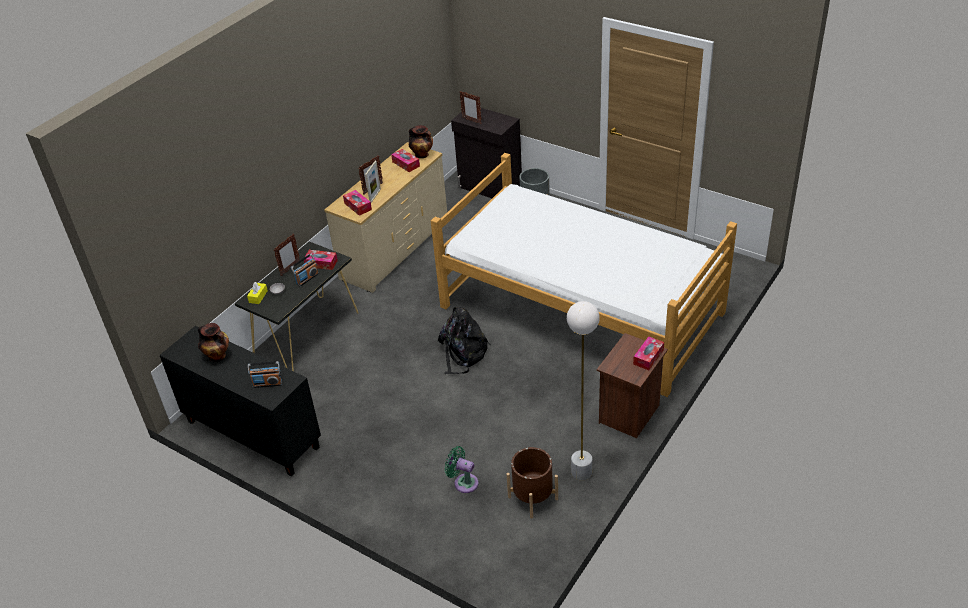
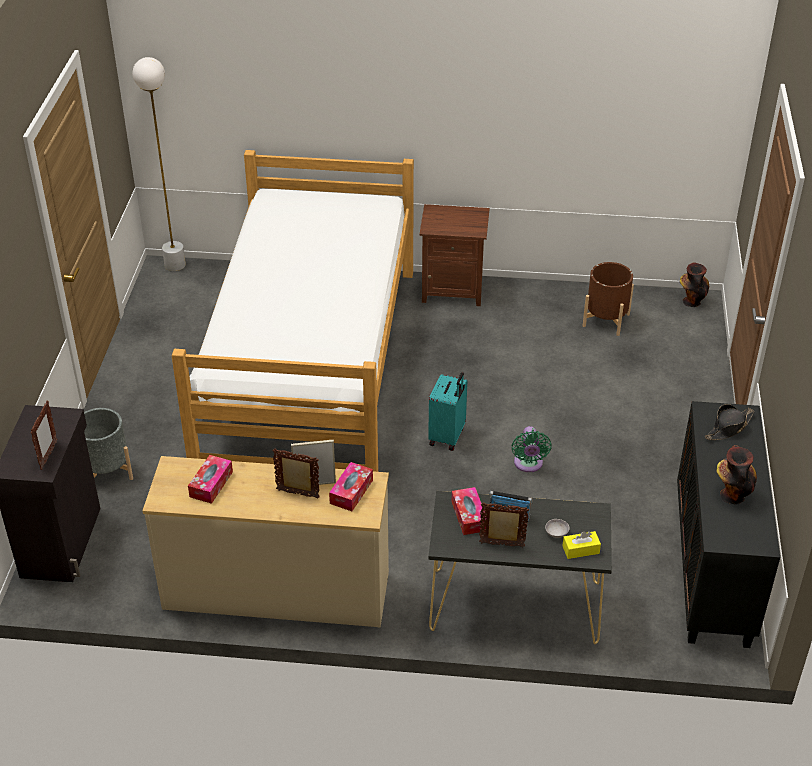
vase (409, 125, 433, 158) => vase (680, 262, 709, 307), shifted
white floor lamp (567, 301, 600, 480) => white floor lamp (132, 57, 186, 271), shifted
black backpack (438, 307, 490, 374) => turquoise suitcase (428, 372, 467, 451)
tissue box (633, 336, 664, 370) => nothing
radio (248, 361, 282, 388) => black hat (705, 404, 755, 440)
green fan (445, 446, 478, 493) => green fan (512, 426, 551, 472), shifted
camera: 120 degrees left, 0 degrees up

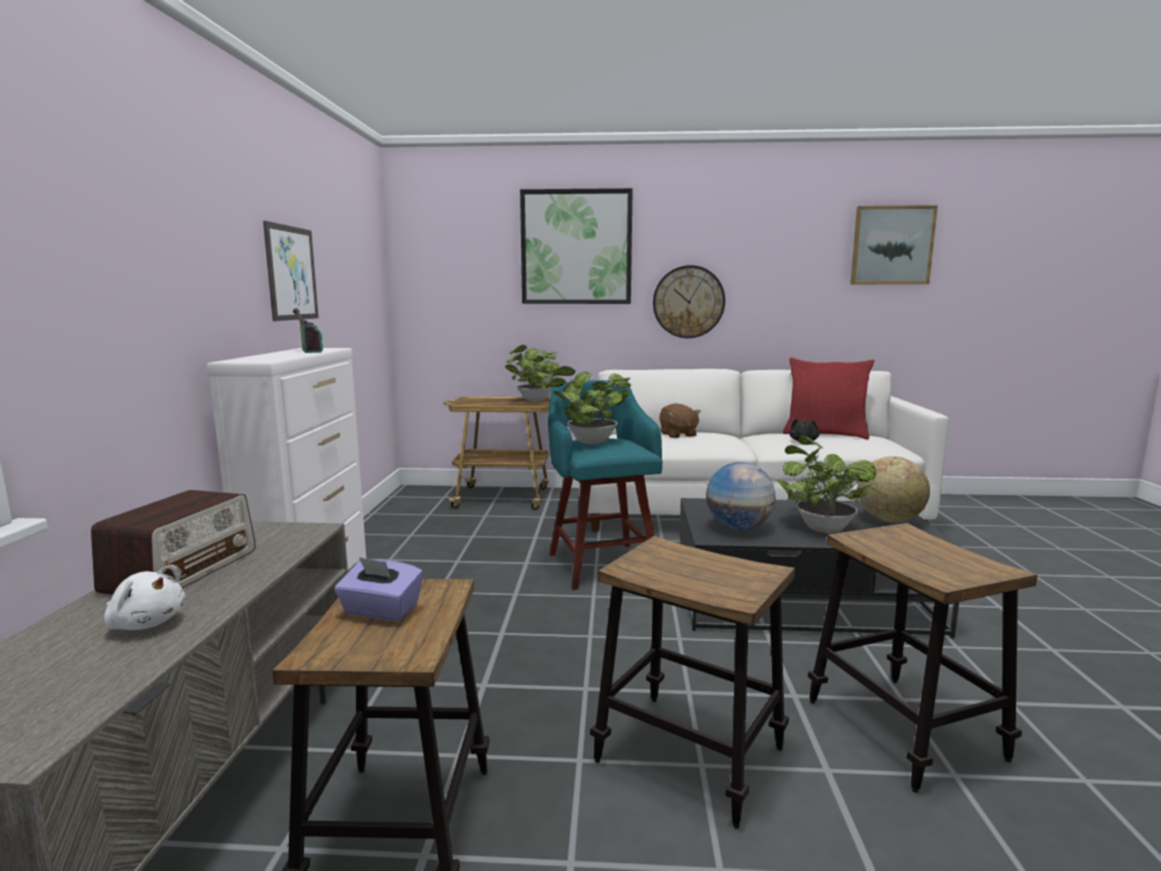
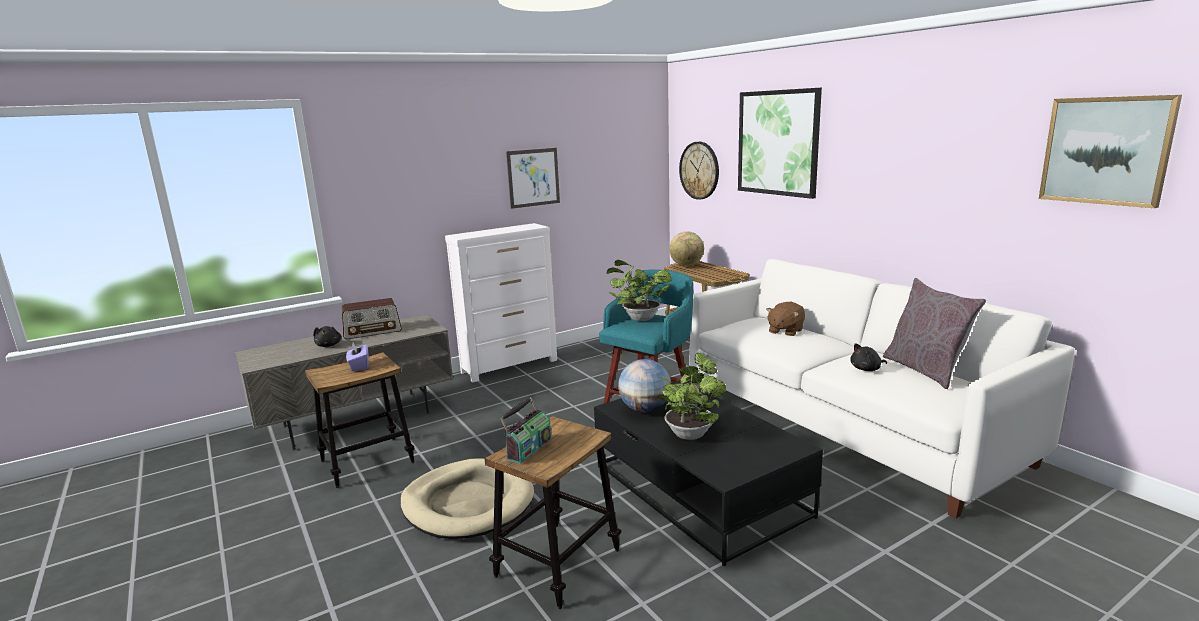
wall clock (653, 265, 725, 338) => wall clock (679, 142, 719, 200), shifted
radio (293, 308, 323, 353) => radio (500, 397, 551, 464), shifted
potted plant (505, 345, 559, 402) => nothing
red pillow (783, 357, 874, 440) => grey pillow (883, 278, 986, 389)
globe (857, 456, 930, 523) => globe (669, 231, 704, 266), shifted
stool (590, 536, 795, 828) => beige dog bed (400, 458, 534, 539)
white plush toy (104, 565, 185, 630) => black plush toy (313, 326, 341, 347)
camera: 55 degrees right, 5 degrees up

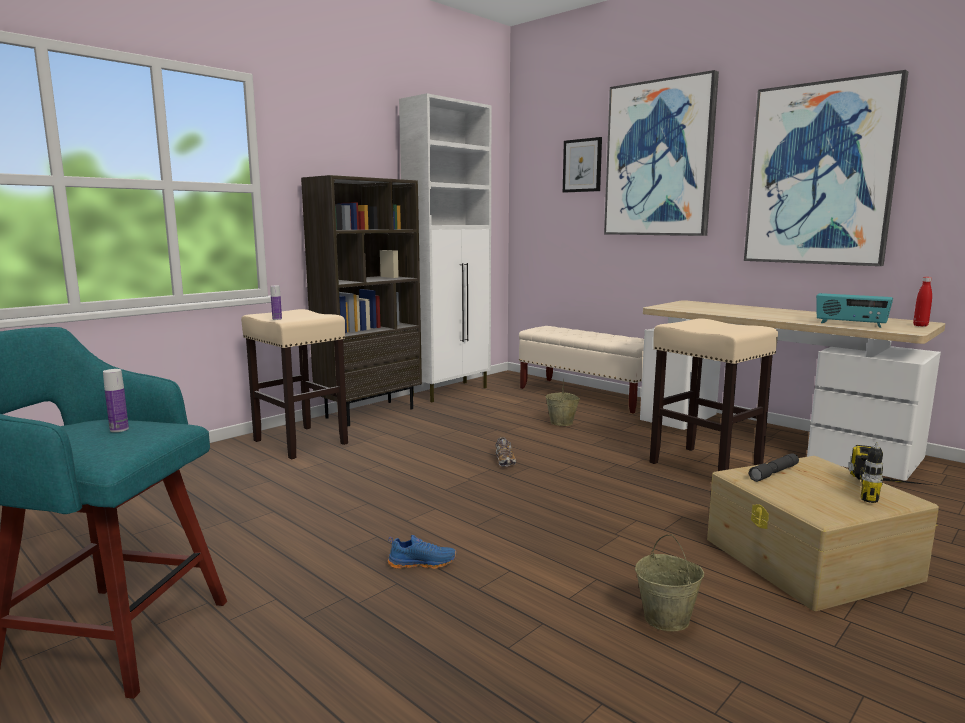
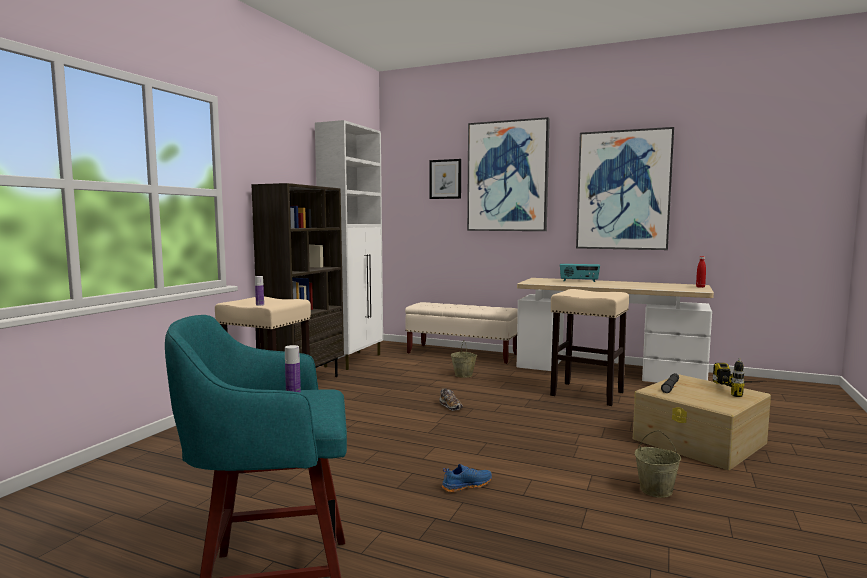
radio (816, 293, 893, 328) => radio (560, 264, 600, 282), shifted
camera: 20 degrees left, 5 degrees down

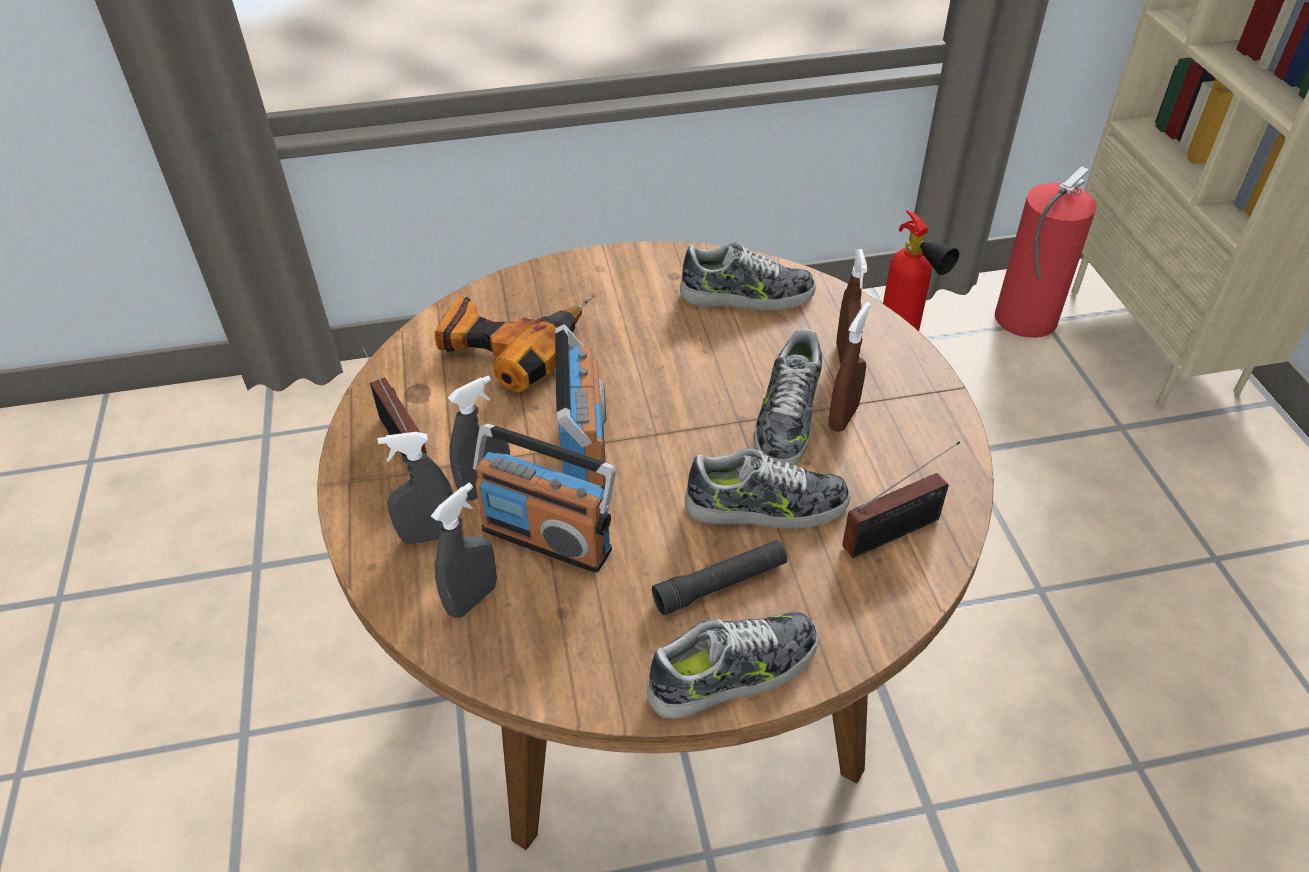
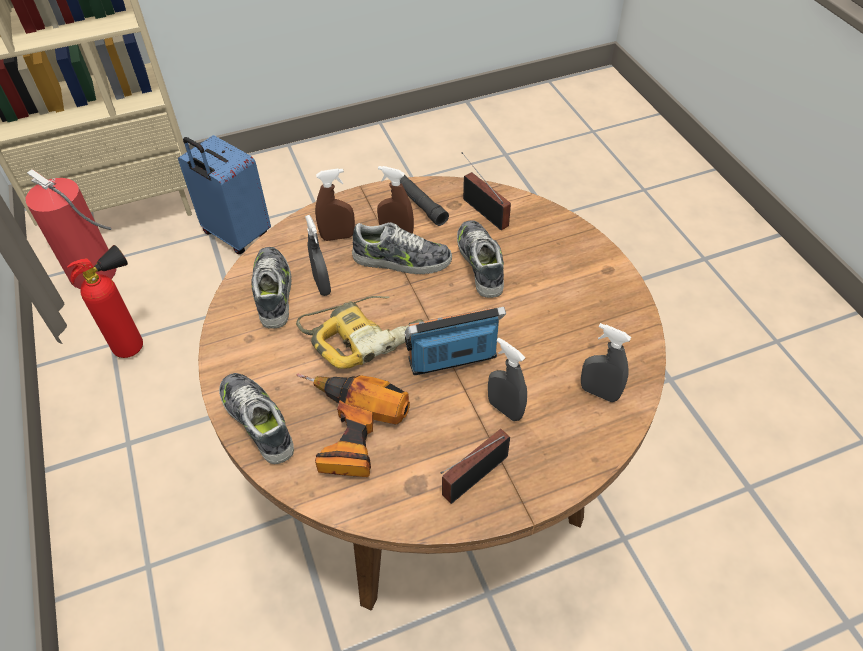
radio (473, 423, 616, 573) => nothing
grey spray bottle (378, 432, 454, 544) => grey spray bottle (305, 215, 331, 296), shifted
black flashlight (652, 540, 787, 615) => black flashlight (400, 175, 449, 226), shifted
shoe (646, 612, 818, 719) => shoe (219, 373, 294, 464), shifted
nothing => blue suitcase (178, 135, 271, 254)
nothing => power drill (296, 296, 424, 369)
camera: 100 degrees left, 5 degrees up

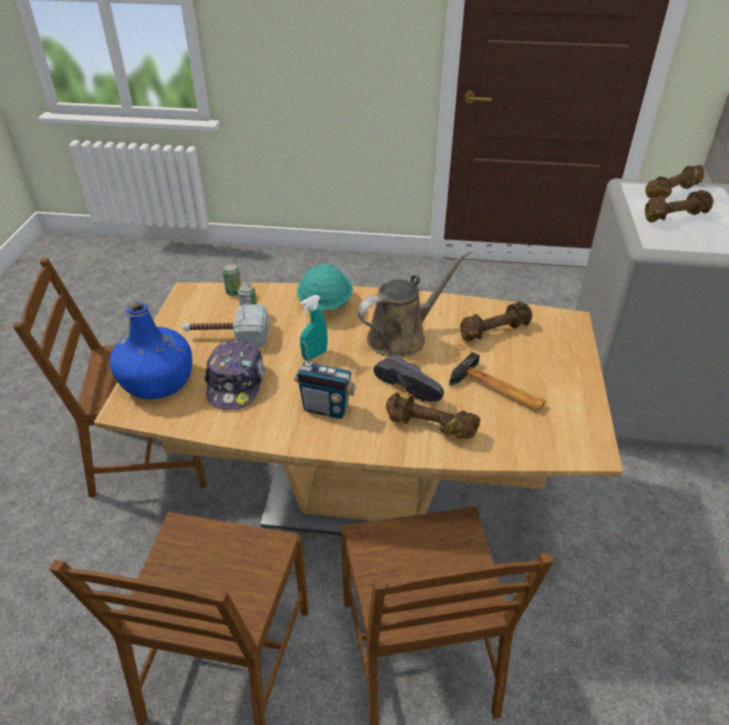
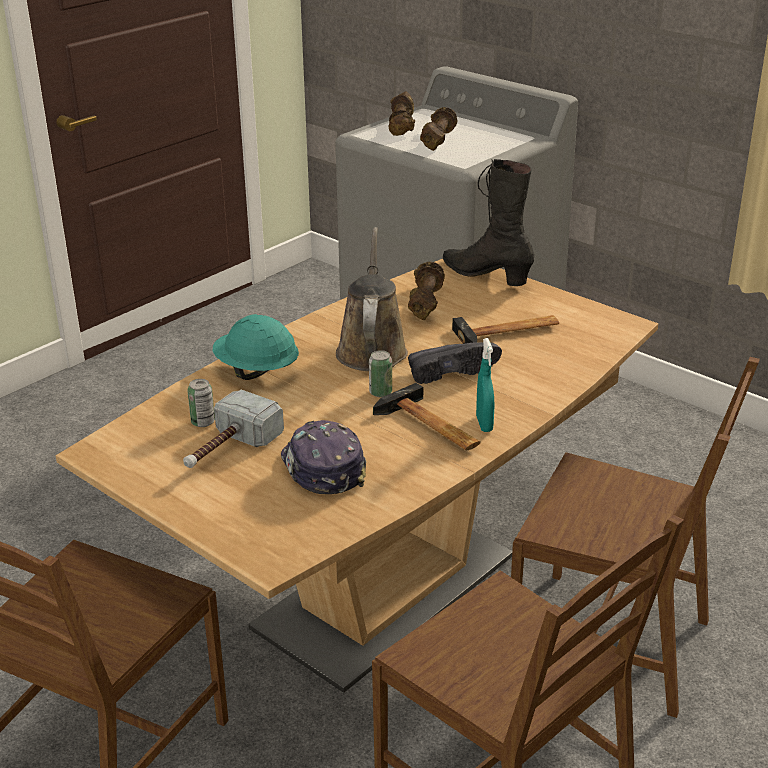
can (222, 263, 241, 296) => can (369, 350, 392, 397), shifted
turquoise spray bottle (300, 295, 328, 360) => turquoise spray bottle (476, 338, 494, 432), shifted
blue bottle (110, 303, 192, 399) => nothing
cap (204, 340, 265, 410) => cap (281, 420, 366, 494), 150 degrees counterclockwise
radio (295, 341, 355, 419) => hammer (373, 383, 481, 450)
brown dumbbell (386, 392, 480, 439) => nothing
nothing => black boot (443, 159, 534, 286)
camera: 55 degrees left, 10 degrees down

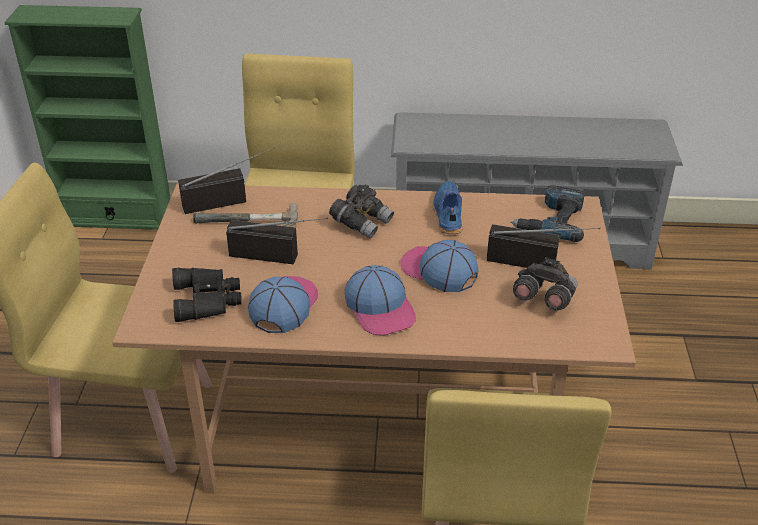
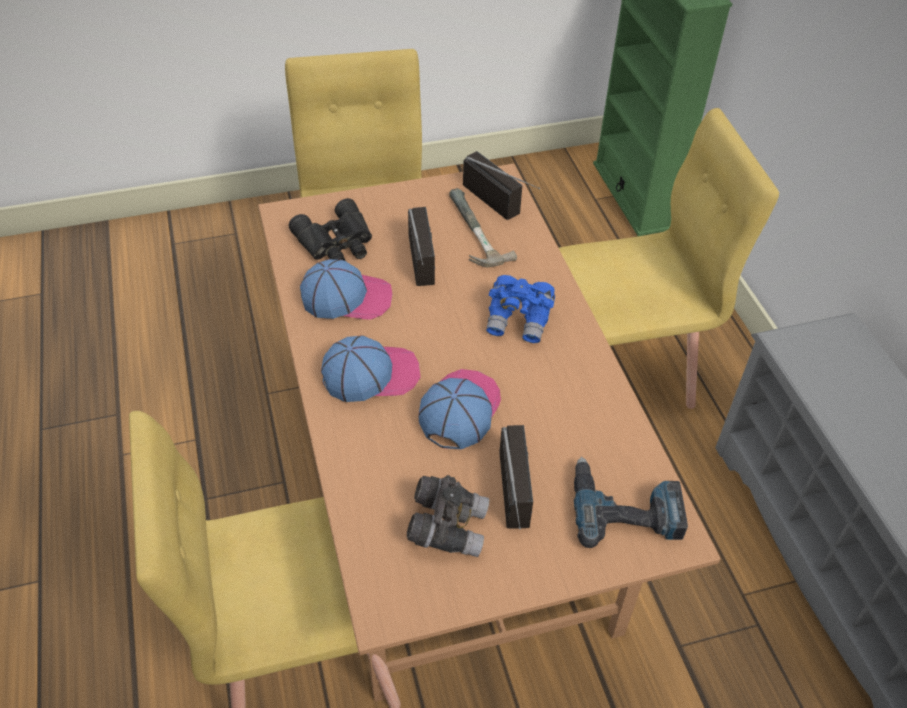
blue shoe (433, 181, 462, 234) => nothing
grey binoculars (329, 185, 394, 239) => blue binoculars (486, 275, 555, 343)
cap (345, 265, 416, 336) => cap (321, 336, 420, 402), 150 degrees counterclockwise
camera: 70 degrees right, 10 degrees up

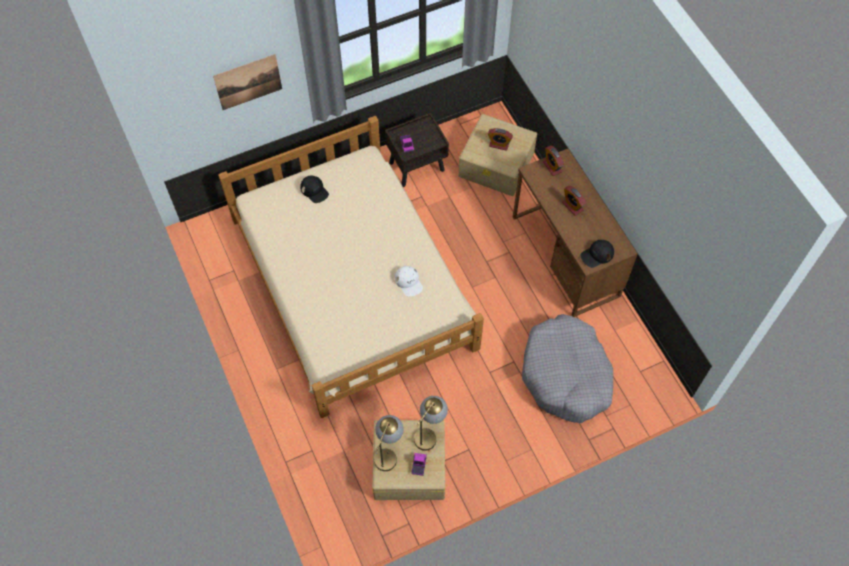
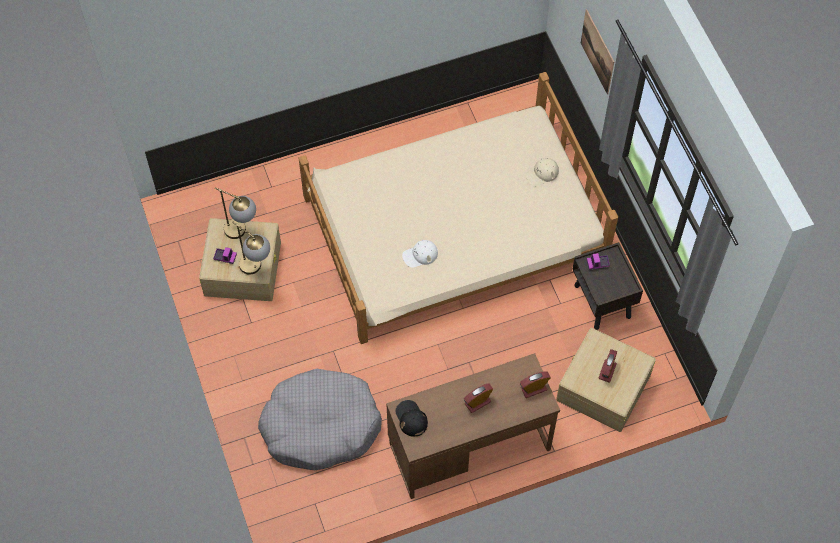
black cap (300, 176, 329, 203) => beige cap (525, 158, 559, 187)
camera: 95 degrees right, 0 degrees up

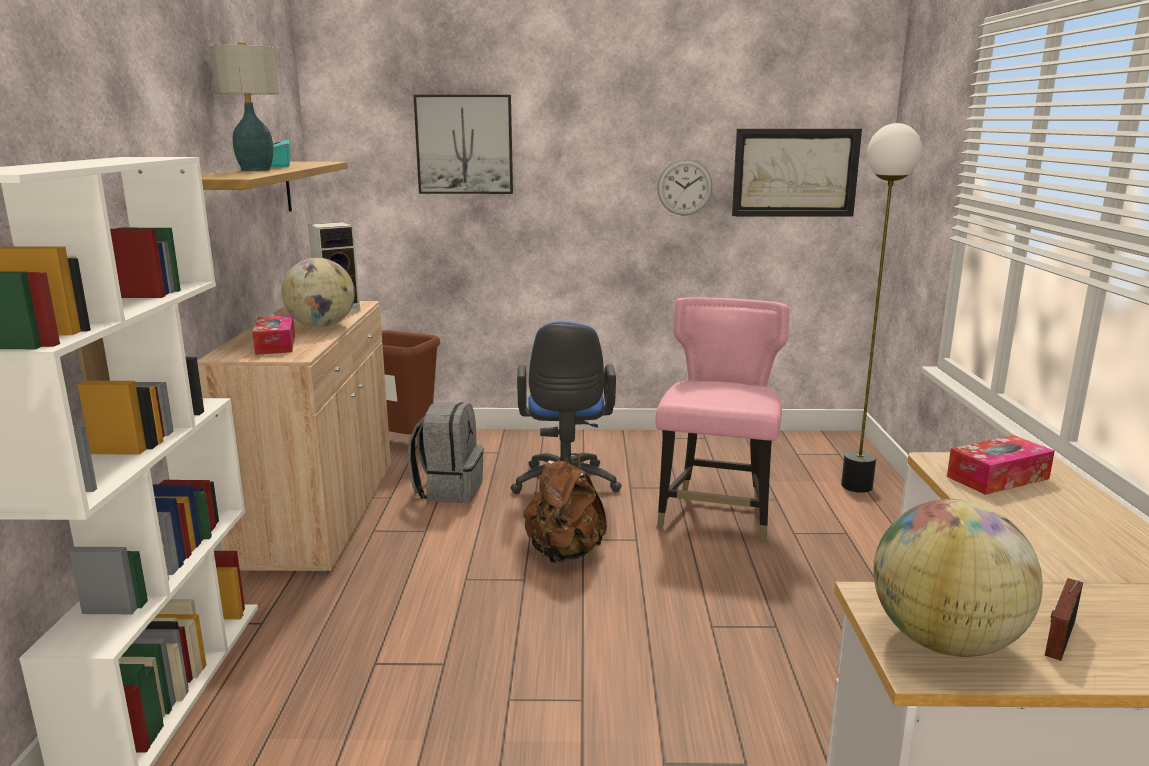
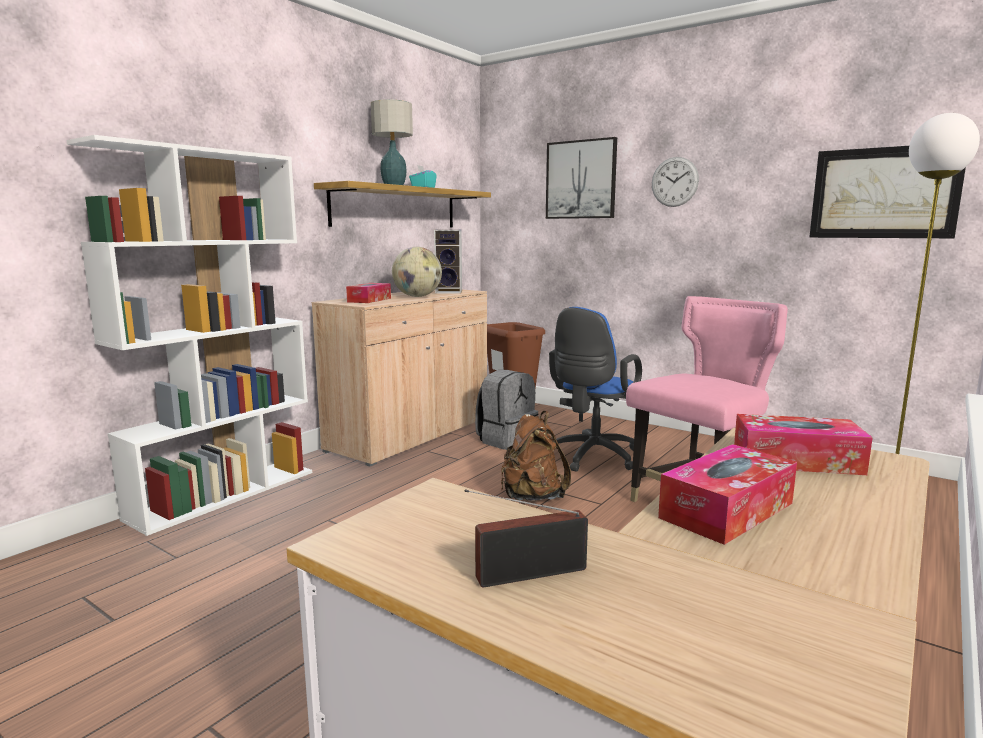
wall clock (657, 159, 713, 216) => wall clock (652, 157, 699, 207), shifted
globe (873, 499, 1043, 657) => nothing
nothing => tissue box (658, 444, 797, 545)
camera: 35 degrees right, 5 degrees down

